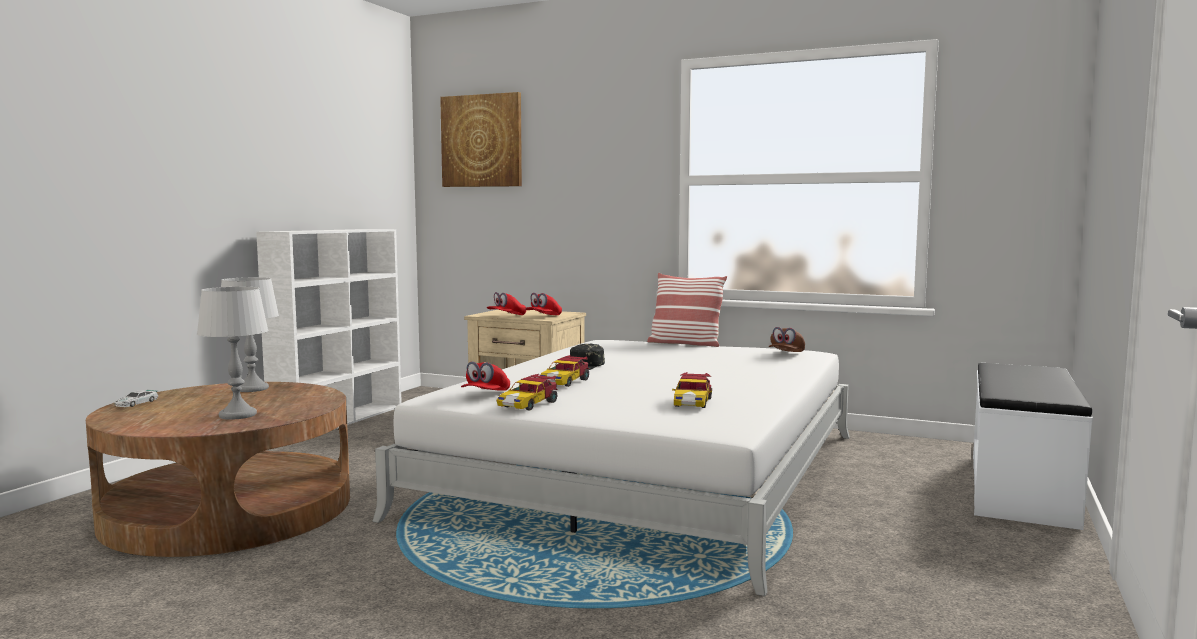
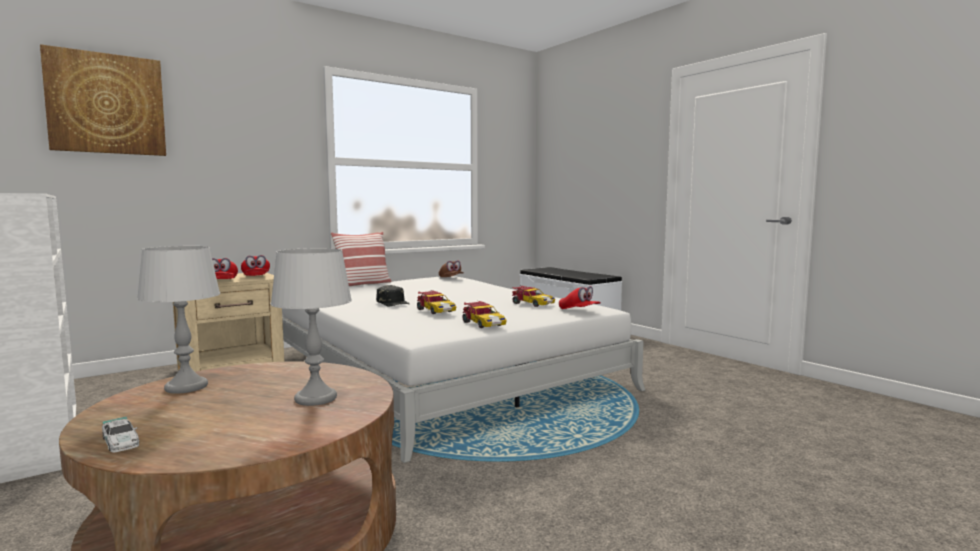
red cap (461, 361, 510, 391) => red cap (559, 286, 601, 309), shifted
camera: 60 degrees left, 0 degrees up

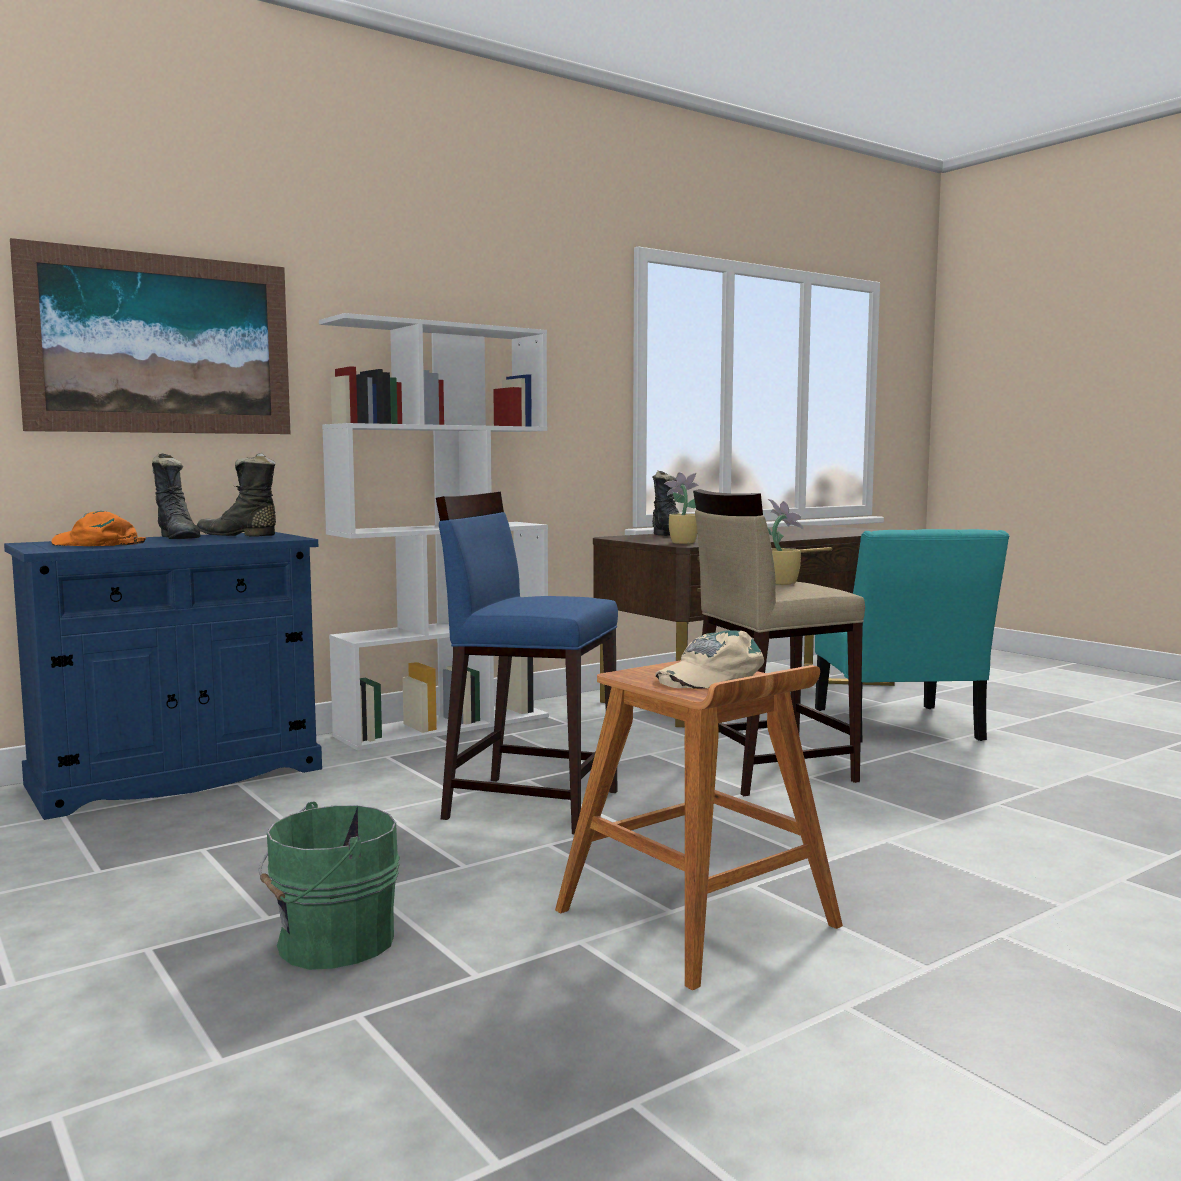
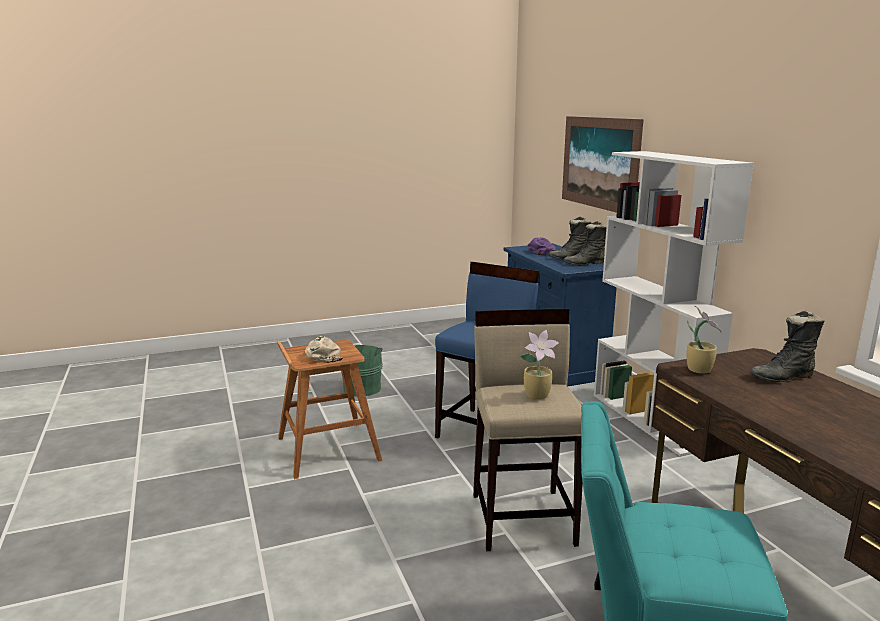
black boot (197, 453, 276, 537) => black boot (563, 221, 607, 265), 135 degrees counterclockwise
orange cap (51, 511, 146, 546) => purple cap (527, 238, 555, 255)
camera: 105 degrees right, 10 degrees up

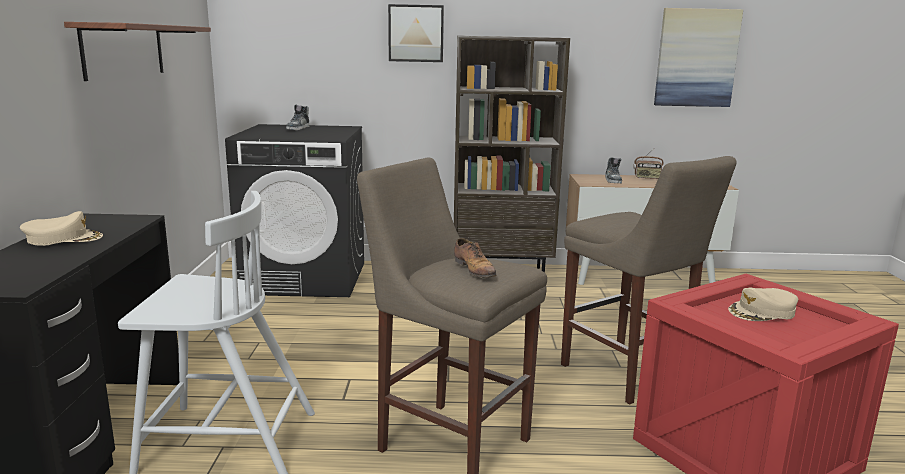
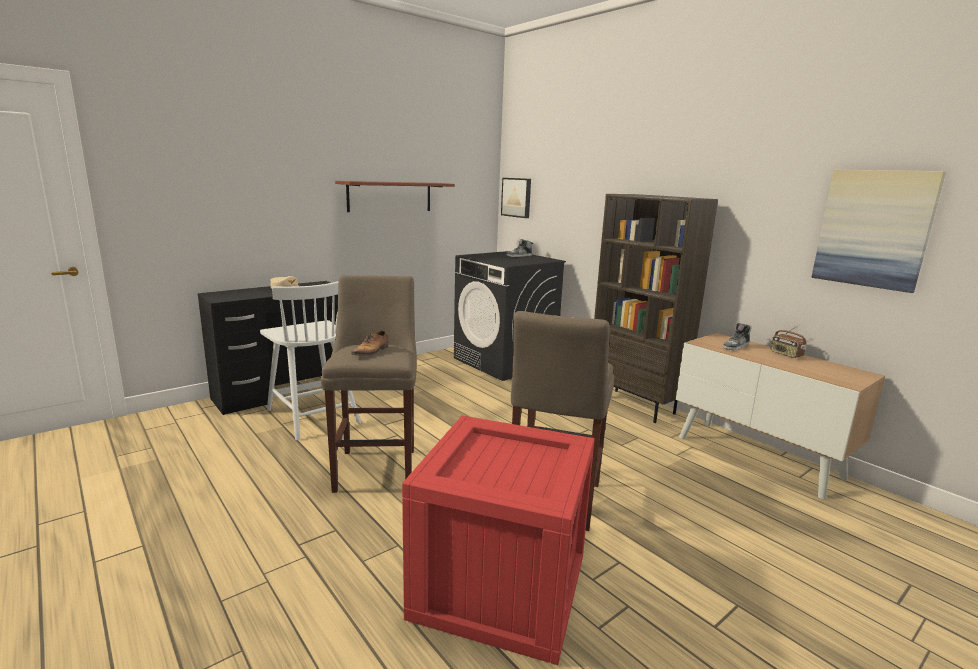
picture (388, 4, 444, 62) => picture (501, 178, 531, 218), shifted
beige cap (728, 287, 798, 321) => nothing
camera: 50 degrees right, 0 degrees up

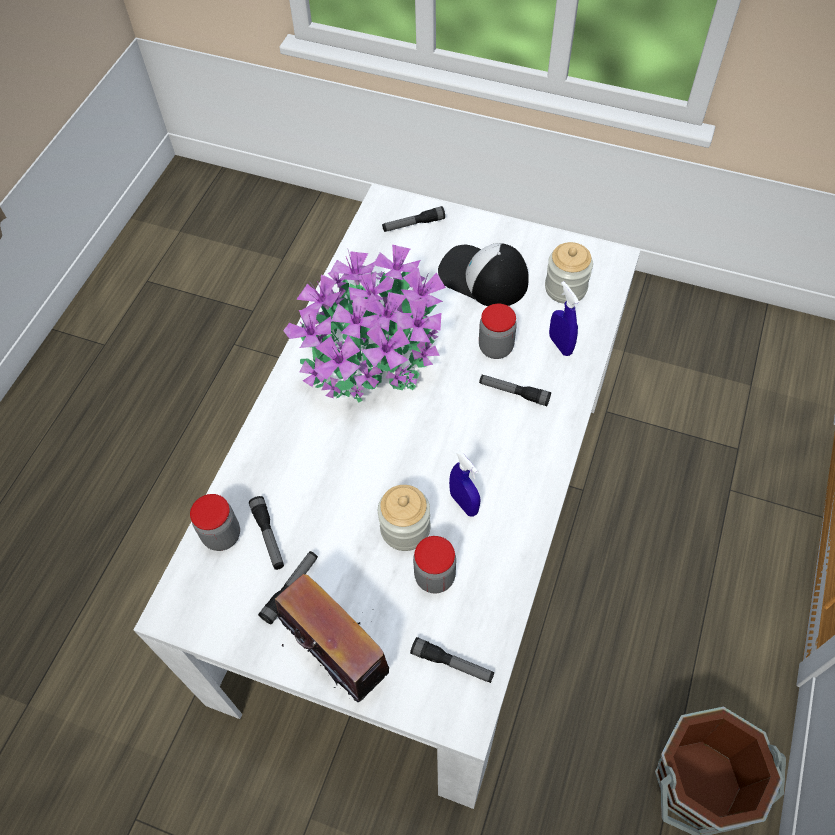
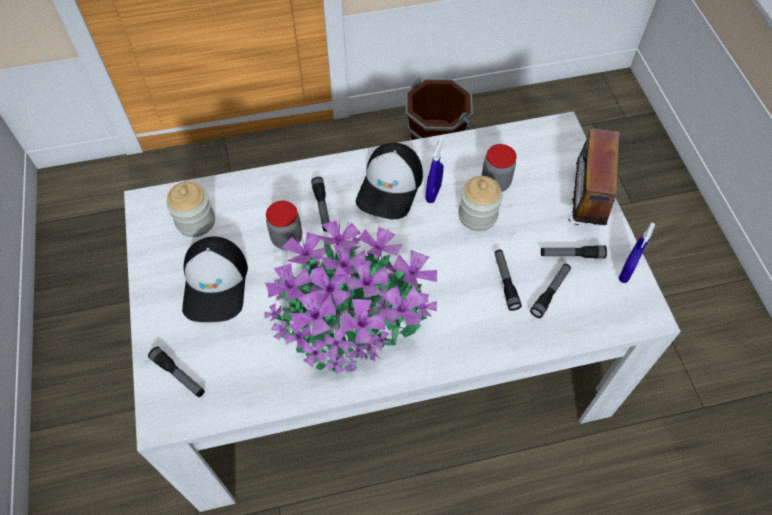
blue spray bottle (549, 281, 579, 356) => blue spray bottle (618, 222, 655, 283), shifted
jar (190, 494, 240, 551) => nothing
flashlight (410, 637, 494, 683) => flashlight (495, 250, 522, 311), shifted
nothing => cap (356, 143, 423, 220)
camera: 125 degrees left, 0 degrees up

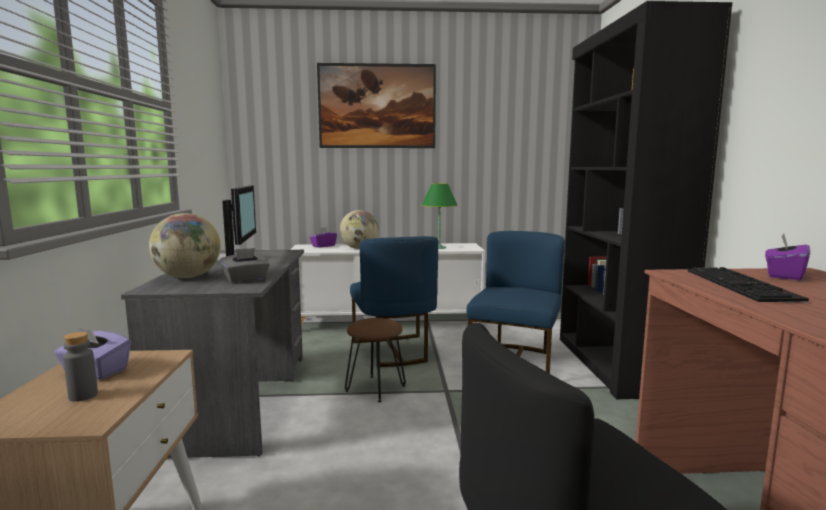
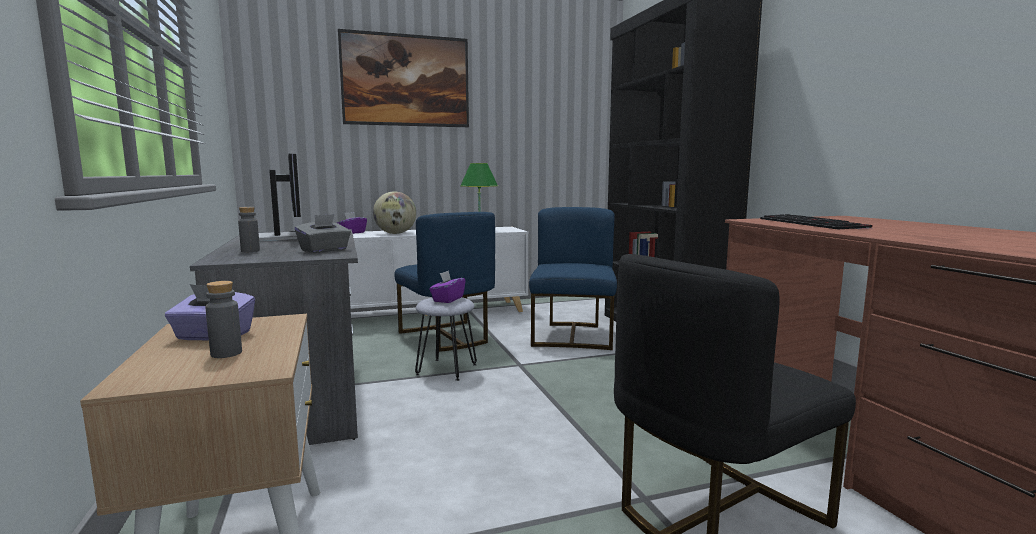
globe (149, 213, 220, 278) => grey bottle (238, 207, 260, 252)
purple tissue box (765, 234, 810, 280) => purple tissue box (429, 270, 466, 303), shifted
brown stool (345, 318, 406, 402) => grey stool (415, 297, 477, 381)
camera: 15 degrees left, 0 degrees up

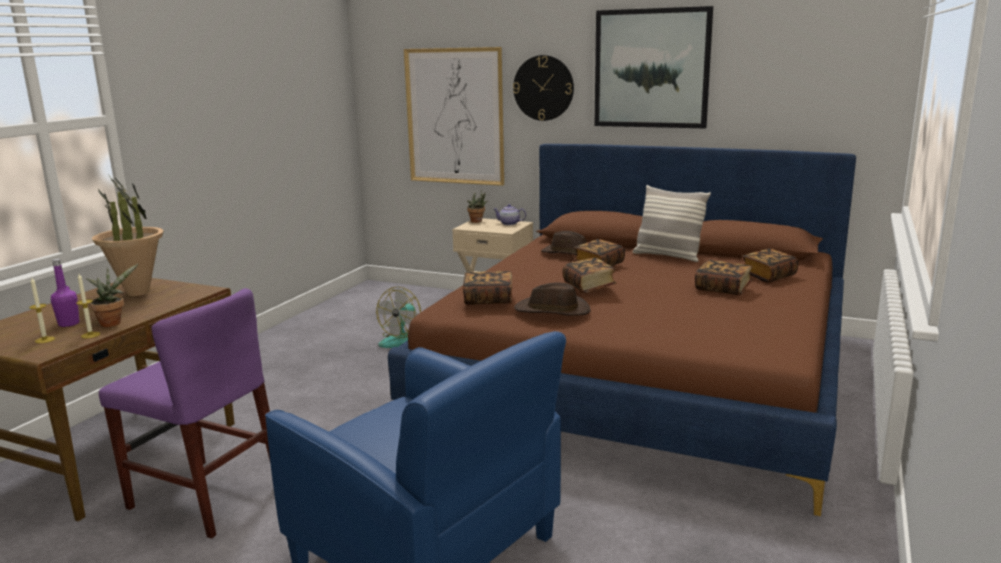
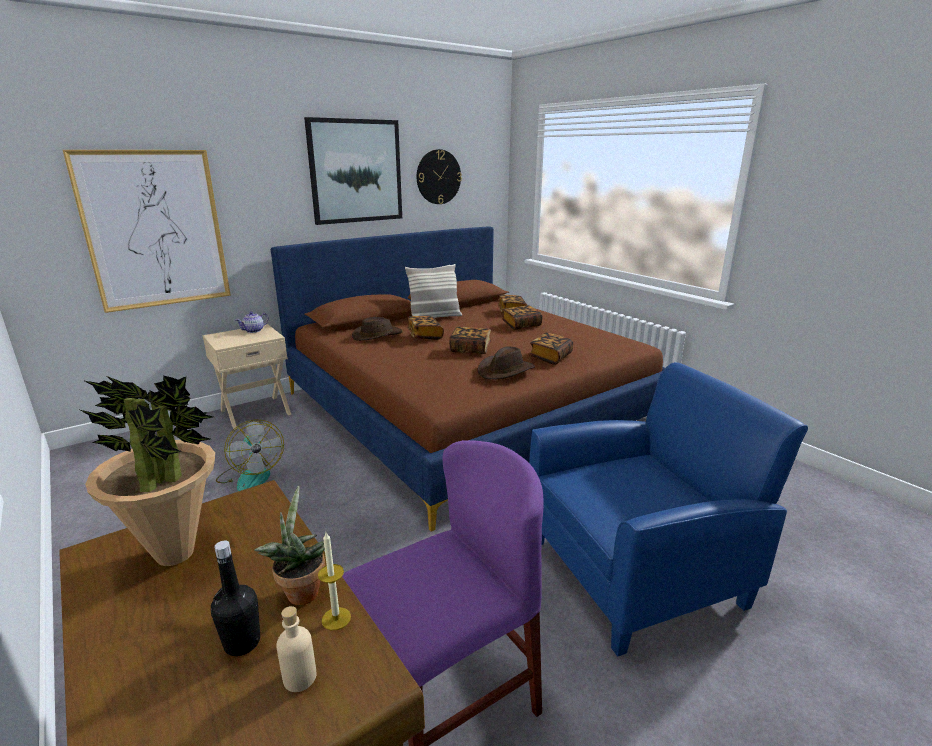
wall clock (513, 55, 574, 121) => wall clock (417, 149, 462, 204), shifted
potted plant (467, 189, 487, 223) => nothing
purple bottle (51, 259, 79, 327) => black bottle (211, 541, 260, 656)
book (463, 271, 512, 305) => book (528, 333, 573, 364), shifted
candle (29, 278, 55, 343) => beige bottle (276, 606, 316, 692)
camera: 60 degrees left, 5 degrees up

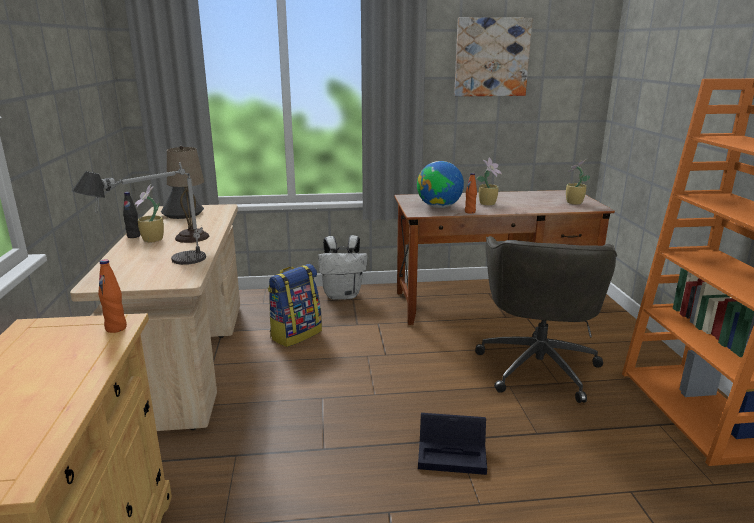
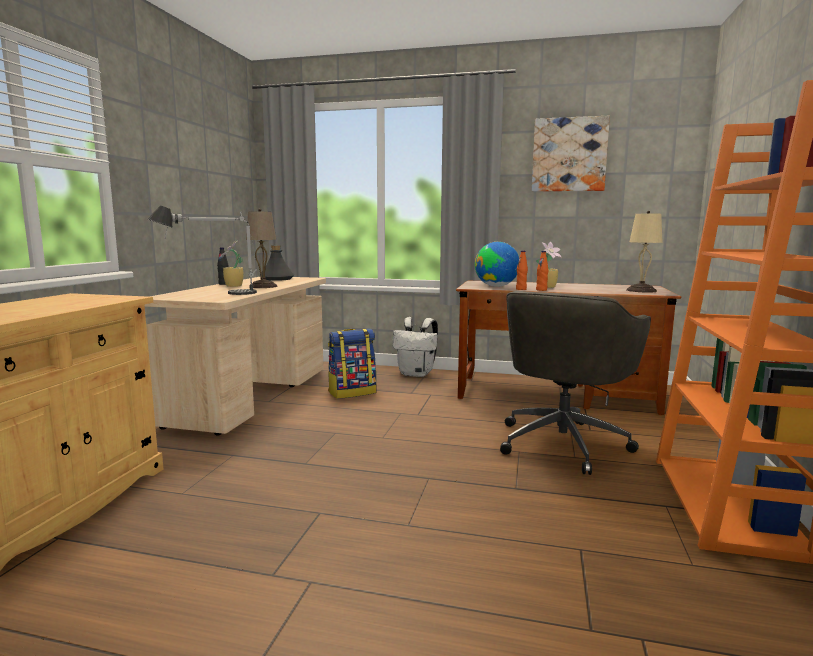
potted plant (566, 159, 590, 204) => beige table lamp (626, 211, 663, 292)
orange bottle (98, 259, 127, 333) => orange bottle (536, 251, 548, 291), shifted
black storage box (418, 413, 487, 475) => nothing
camera: 20 degrees right, 10 degrees down

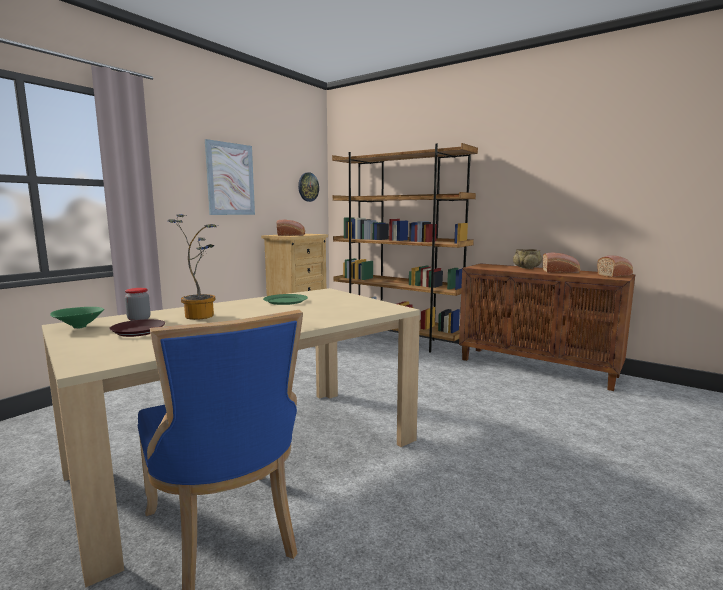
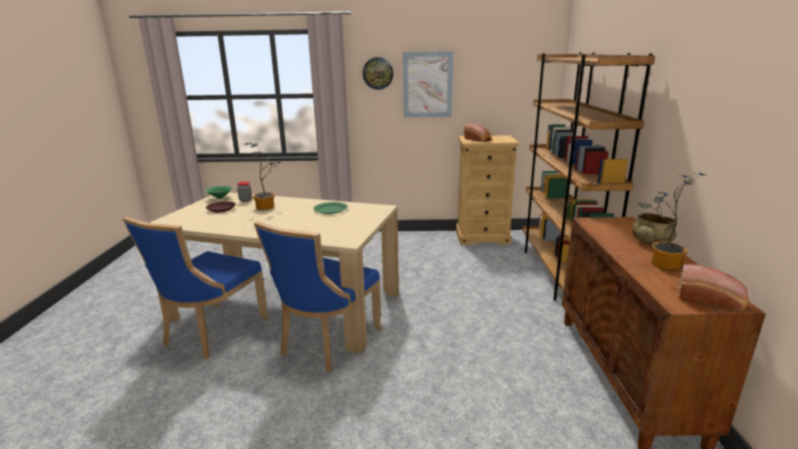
wall clock (298, 172, 319, 202) => wall clock (363, 57, 394, 90), shifted
bread (543, 253, 580, 273) => potted plant (638, 173, 706, 270)
nothing => blue chair (254, 221, 383, 372)
camera: 55 degrees right, 10 degrees up

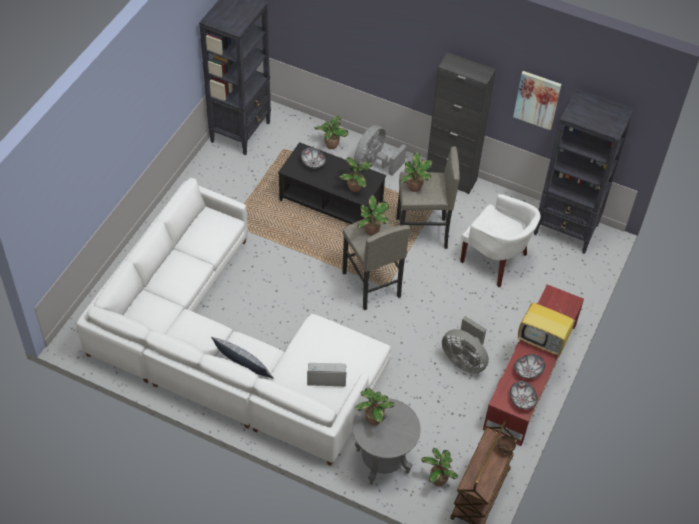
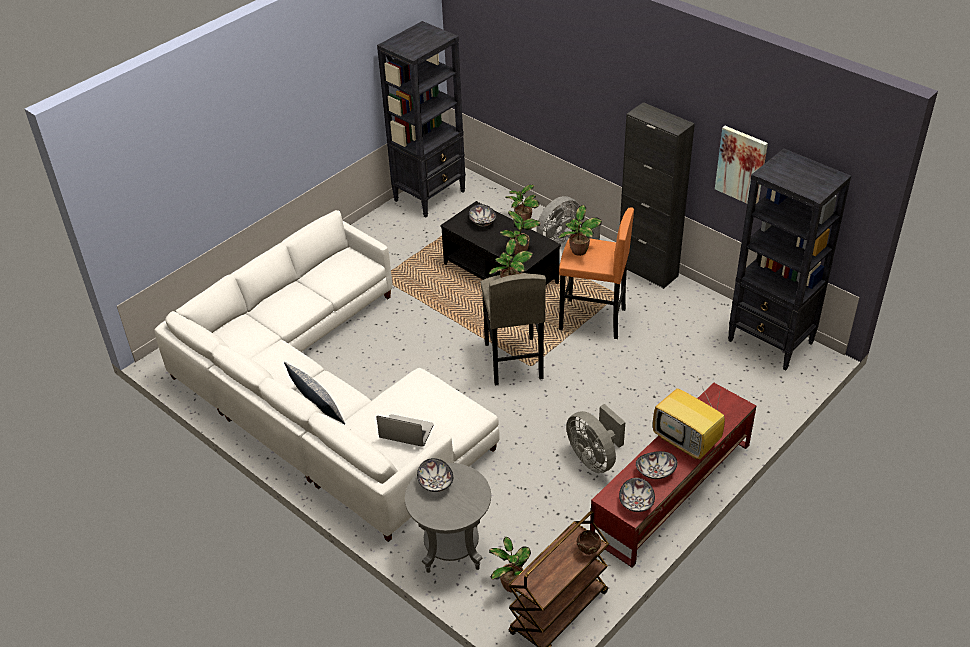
grey stool (396, 146, 460, 249) => orange stool (559, 207, 634, 339)
white armchair (460, 194, 541, 287) => nothing
potted plant (355, 388, 395, 425) => bowl (417, 458, 453, 492)
camera: 20 degrees right, 10 degrees down

